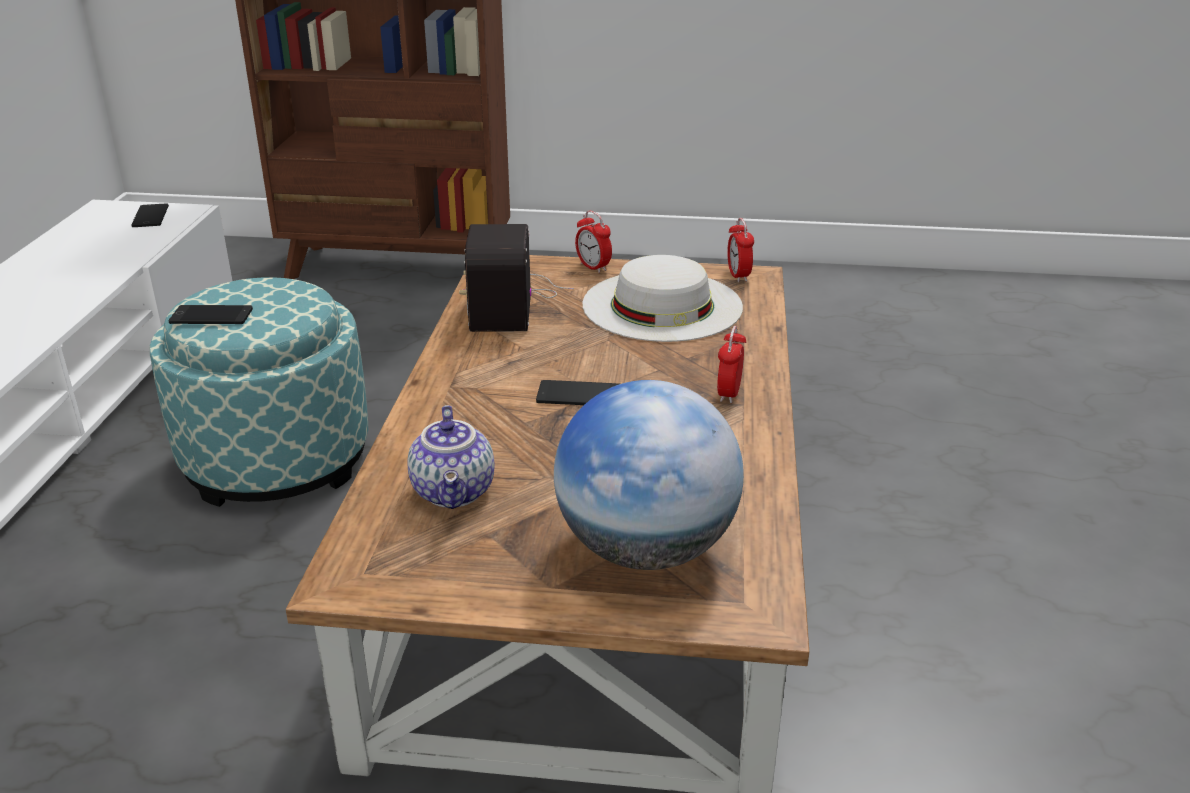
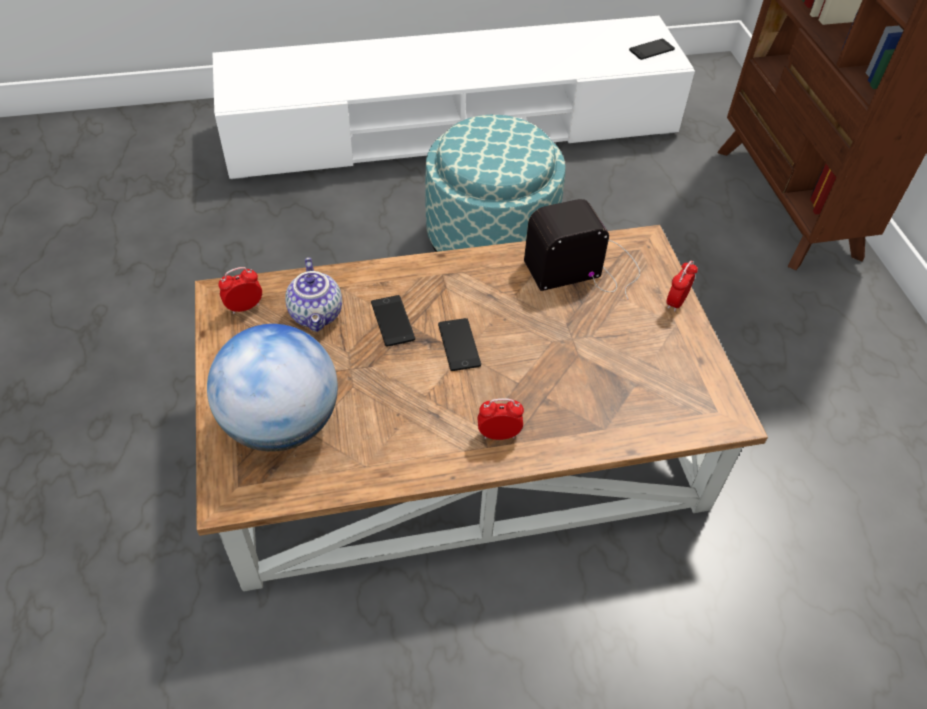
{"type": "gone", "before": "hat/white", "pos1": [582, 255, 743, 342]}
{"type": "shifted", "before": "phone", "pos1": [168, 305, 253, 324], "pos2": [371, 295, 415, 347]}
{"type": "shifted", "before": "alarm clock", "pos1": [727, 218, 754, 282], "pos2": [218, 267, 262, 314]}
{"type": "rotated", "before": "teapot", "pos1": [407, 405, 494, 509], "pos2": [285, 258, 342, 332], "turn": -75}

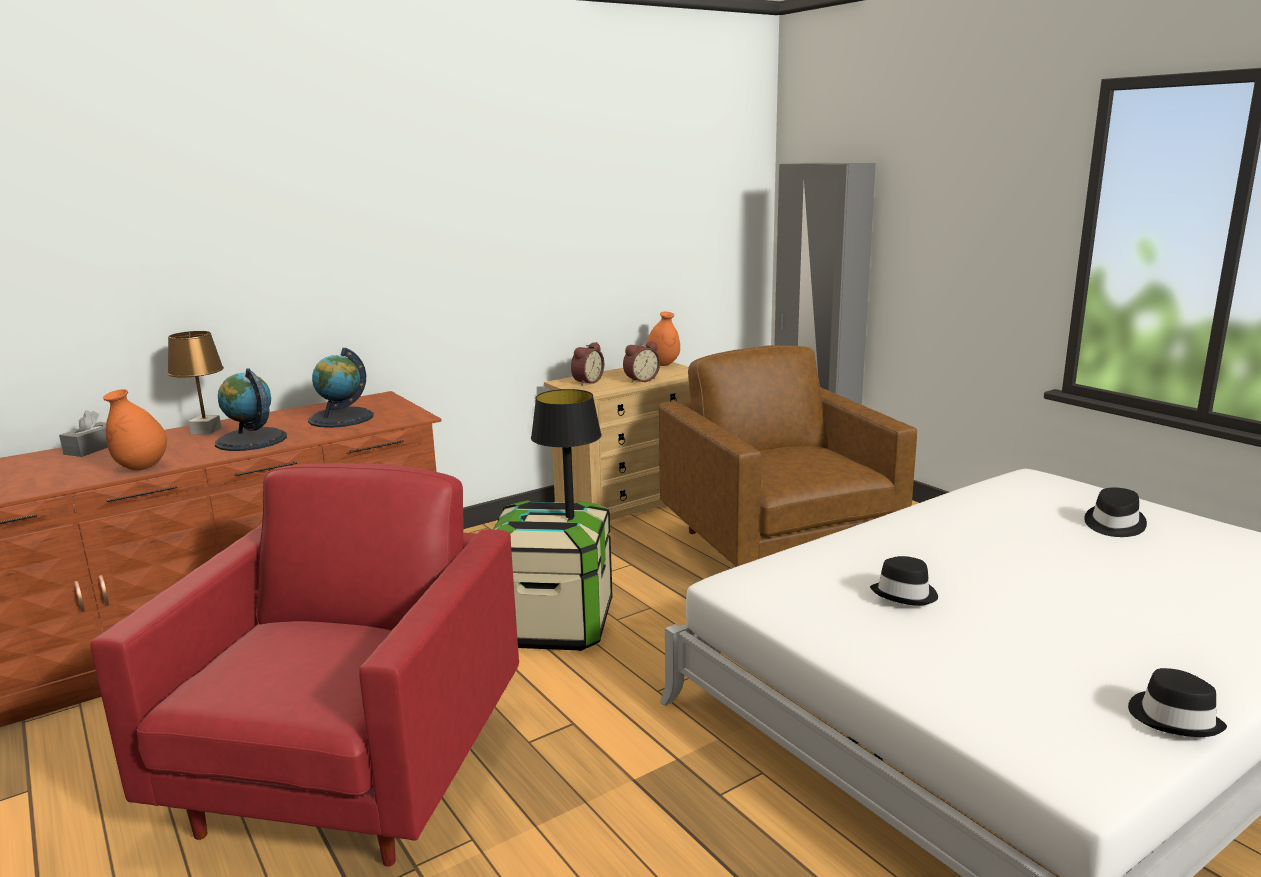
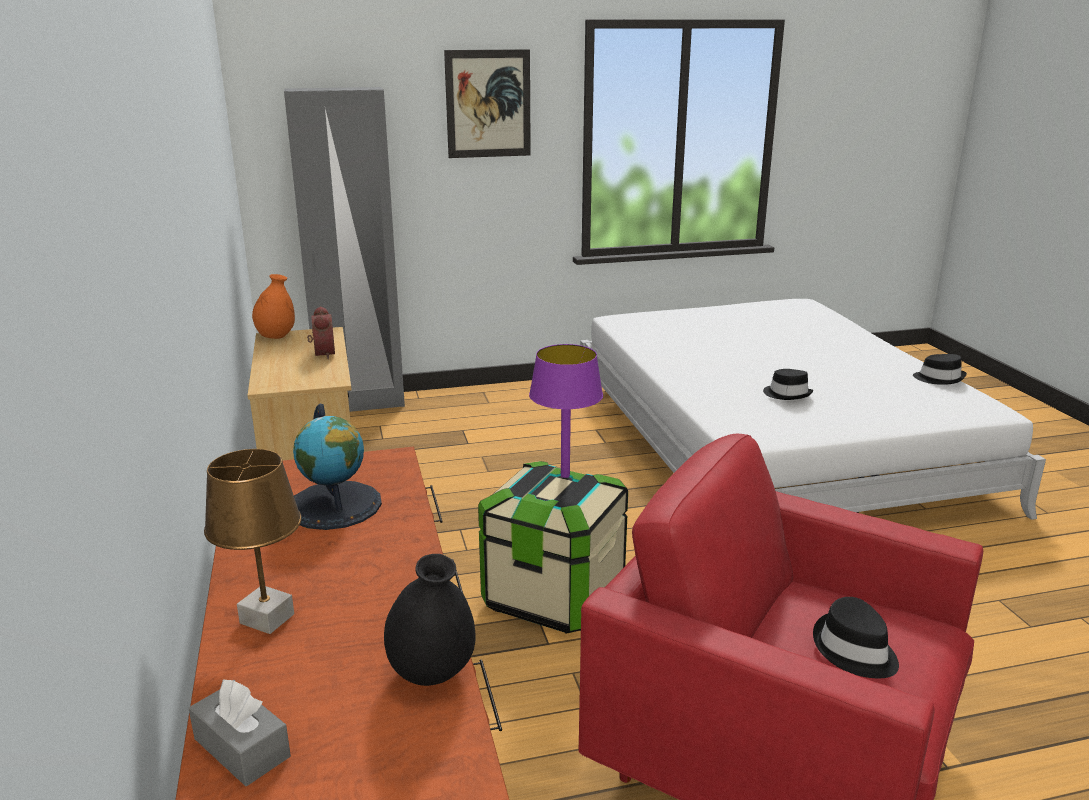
{"type": "gone", "before": "globe", "pos1": [215, 368, 287, 451]}
{"type": "gone", "before": "alarm clock", "pos1": [571, 342, 604, 386]}
{"type": "gone", "before": "armchair/brown", "pos1": [659, 345, 917, 567]}
{"type": "new", "after": "picture", "pos2": [444, 49, 531, 158]}
{"type": "shifted", "before": "hat/black", "pos1": [1084, 488, 1147, 537], "pos2": [813, 597, 899, 678]}
{"type": "repainted", "before": "vase/orange", "after": "vase/black", "pos1": [103, 389, 167, 471], "pos2": [384, 554, 476, 686]}
{"type": "repainted", "before": "table lamp/black", "after": "table lamp/purple", "pos1": [531, 389, 602, 518], "pos2": [529, 344, 603, 478]}

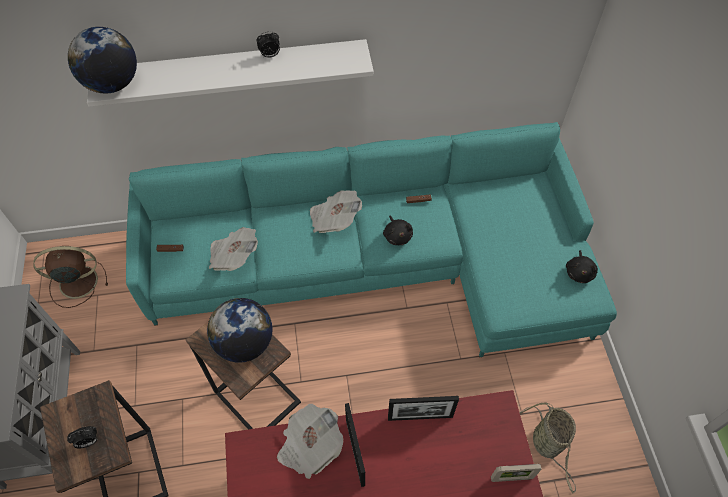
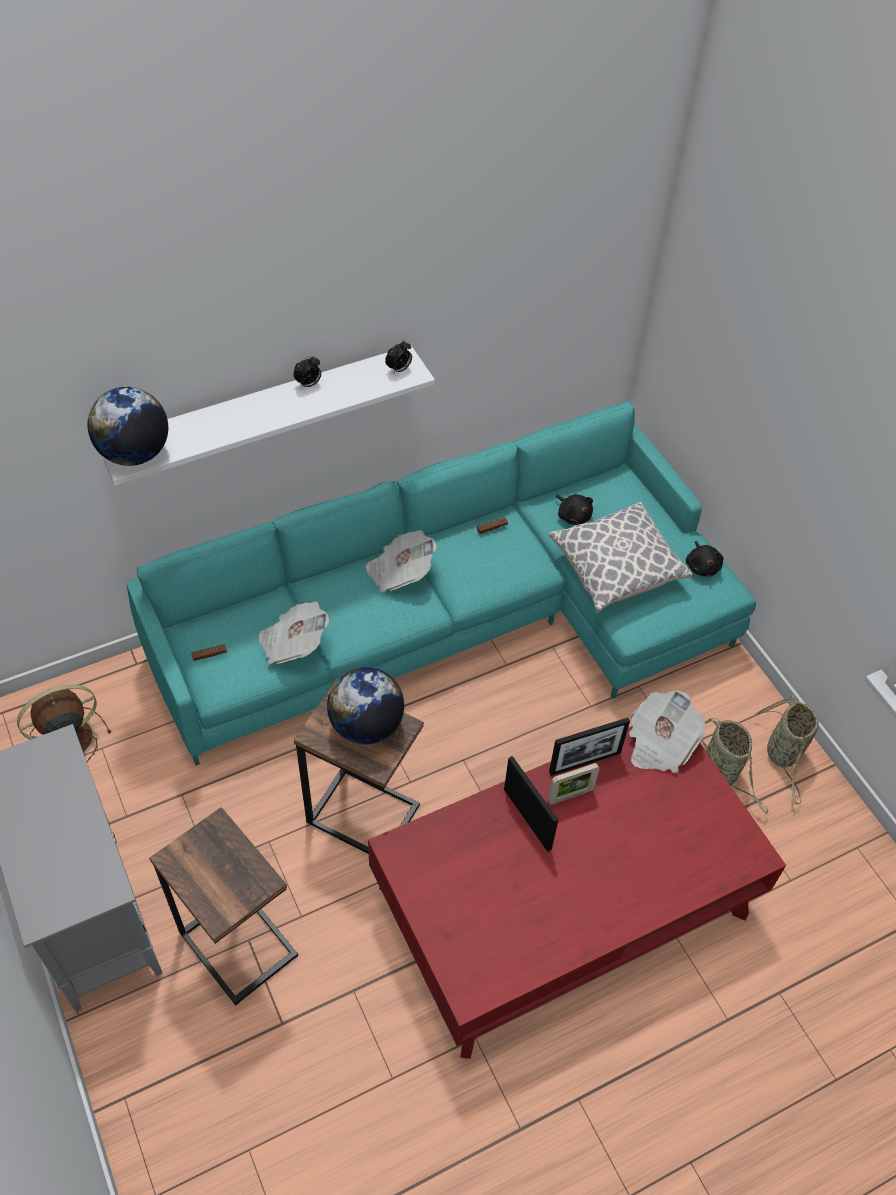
{"type": "new", "after": "pillow", "pos2": [549, 502, 693, 613]}
{"type": "new", "after": "basket", "pos2": [754, 695, 819, 805]}
{"type": "shifted", "before": "alarm clock", "pos1": [67, 426, 98, 448], "pos2": [385, 341, 412, 374]}
{"type": "shifted", "before": "newspaper", "pos1": [277, 404, 343, 479], "pos2": [629, 690, 706, 773]}
{"type": "shifted", "before": "plush toy/black", "pos1": [383, 215, 413, 245], "pos2": [556, 494, 593, 525]}
{"type": "shifted", "before": "picture frame", "pos1": [491, 464, 542, 482], "pos2": [548, 763, 600, 804]}

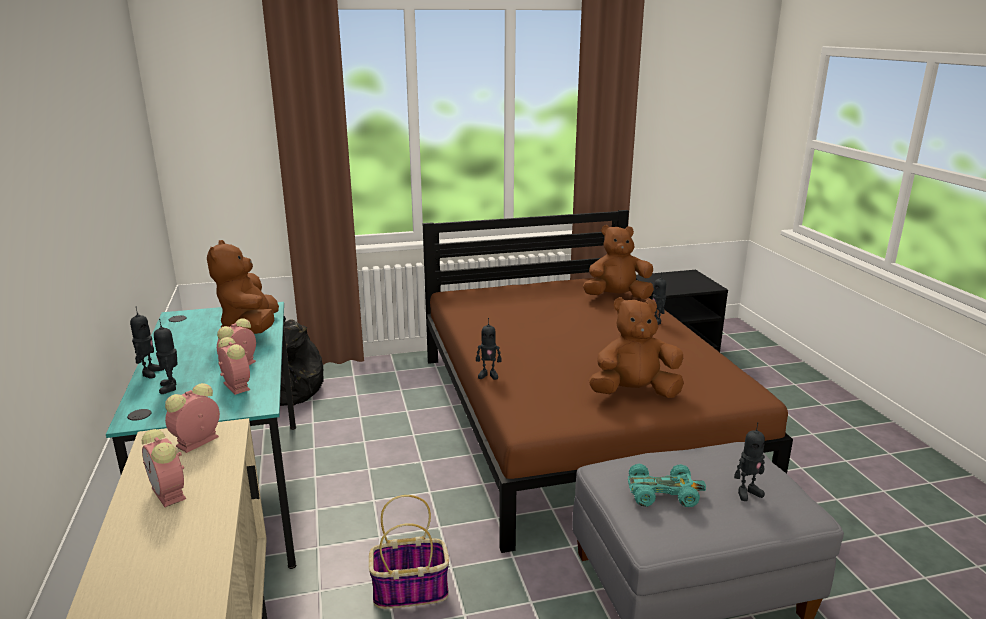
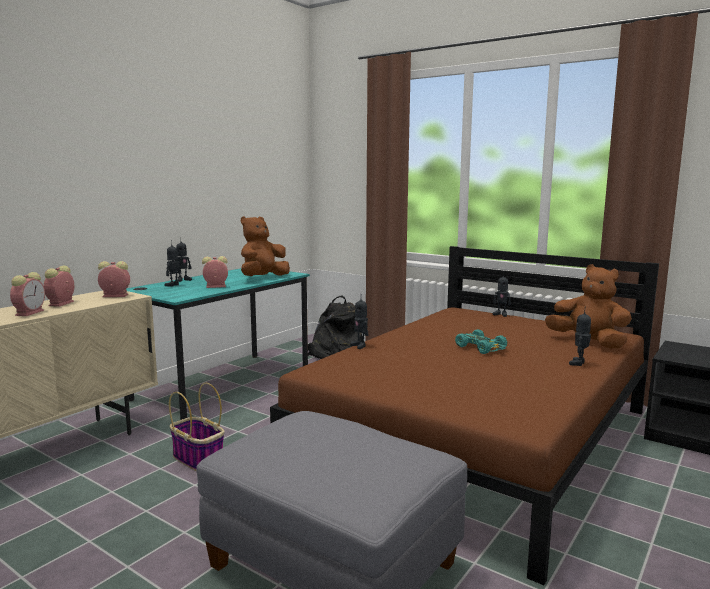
{"type": "gone", "before": "plush toy/brown", "pos1": [589, 297, 684, 398]}
{"type": "shifted", "before": "alarm clock", "pos1": [218, 337, 250, 395], "pos2": [10, 272, 45, 316]}
{"type": "shifted", "before": "toy car/turquoise", "pos1": [628, 464, 706, 507], "pos2": [455, 329, 507, 354]}
{"type": "shifted", "before": "toy robot", "pos1": [734, 422, 765, 501], "pos2": [493, 271, 511, 317]}

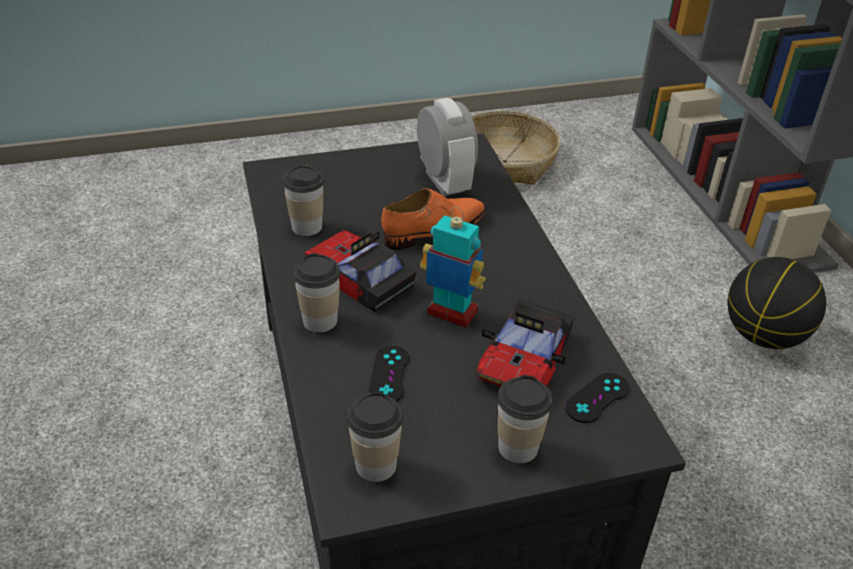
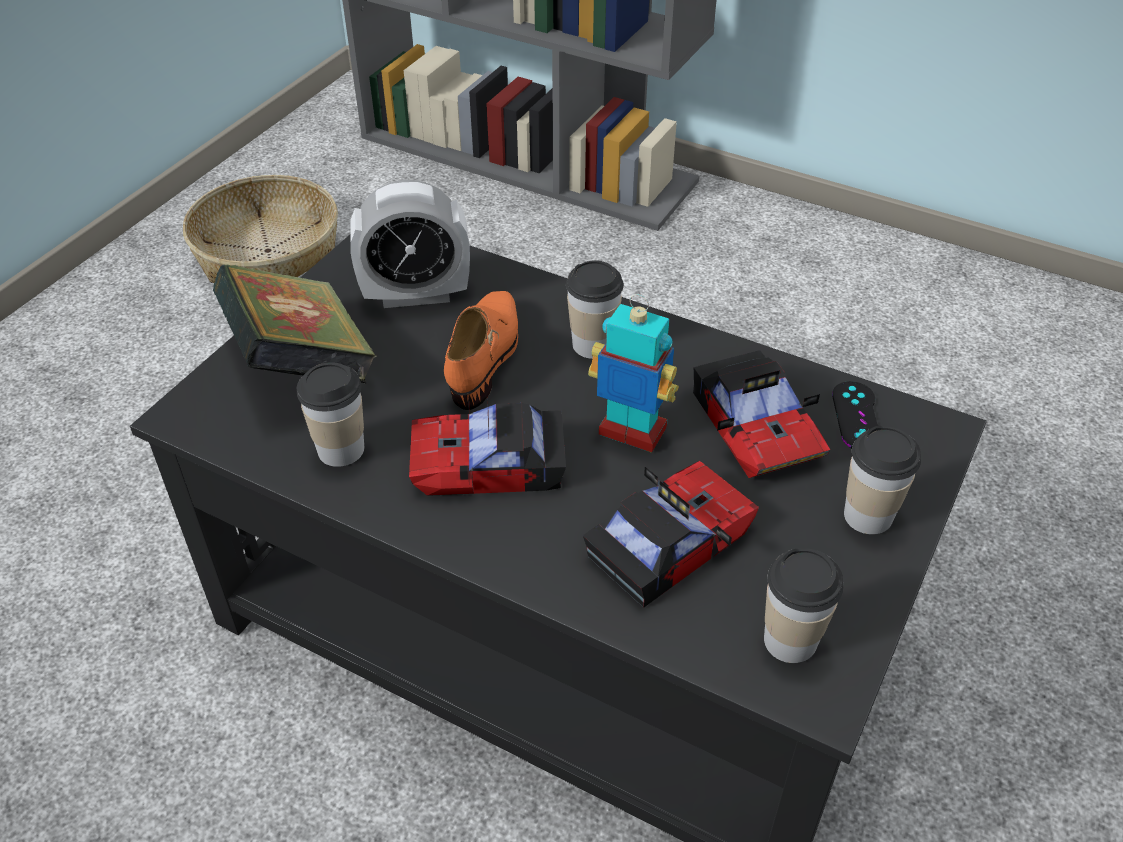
{"type": "gone", "before": "basketball", "pos1": [728, 257, 826, 349]}
{"type": "new", "after": "book", "pos2": [213, 264, 377, 383]}
{"type": "shifted", "before": "cup", "pos1": [293, 253, 340, 333], "pos2": [566, 260, 624, 359]}
{"type": "swapped", "before": "game controller/black", "after": "toy car", "pos1": [369, 346, 409, 401], "pos2": [583, 461, 759, 608]}
{"type": "rotated", "before": "alarm clock", "pos1": [417, 98, 478, 196], "pos2": [350, 180, 470, 308], "turn": 150}
{"type": "rotated", "before": "toy robot", "pos1": [420, 207, 486, 328], "pos2": [588, 295, 679, 453], "turn": 45}

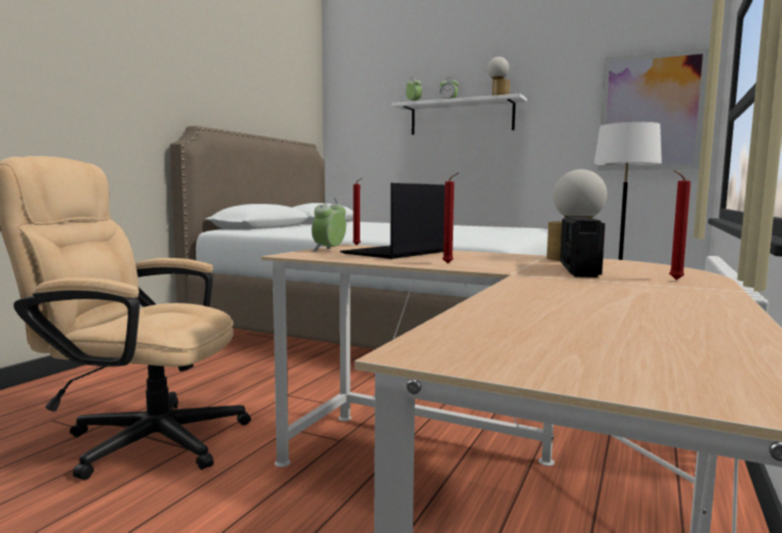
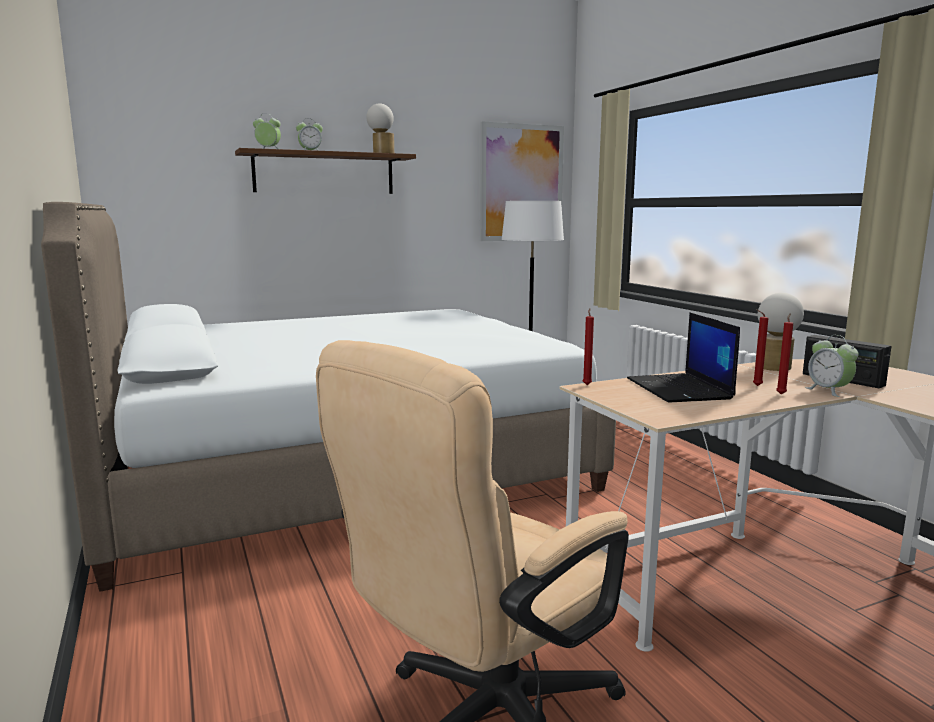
{"type": "shifted", "before": "alarm clock", "pos1": [311, 197, 346, 252], "pos2": [805, 335, 858, 397]}
{"type": "shifted", "before": "candle/red", "pos1": [669, 170, 691, 280], "pos2": [753, 309, 769, 386]}
{"type": "repainted", "before": "shelf/white", "after": "shelf/brown", "pos1": [392, 94, 527, 135], "pos2": [235, 148, 416, 194]}

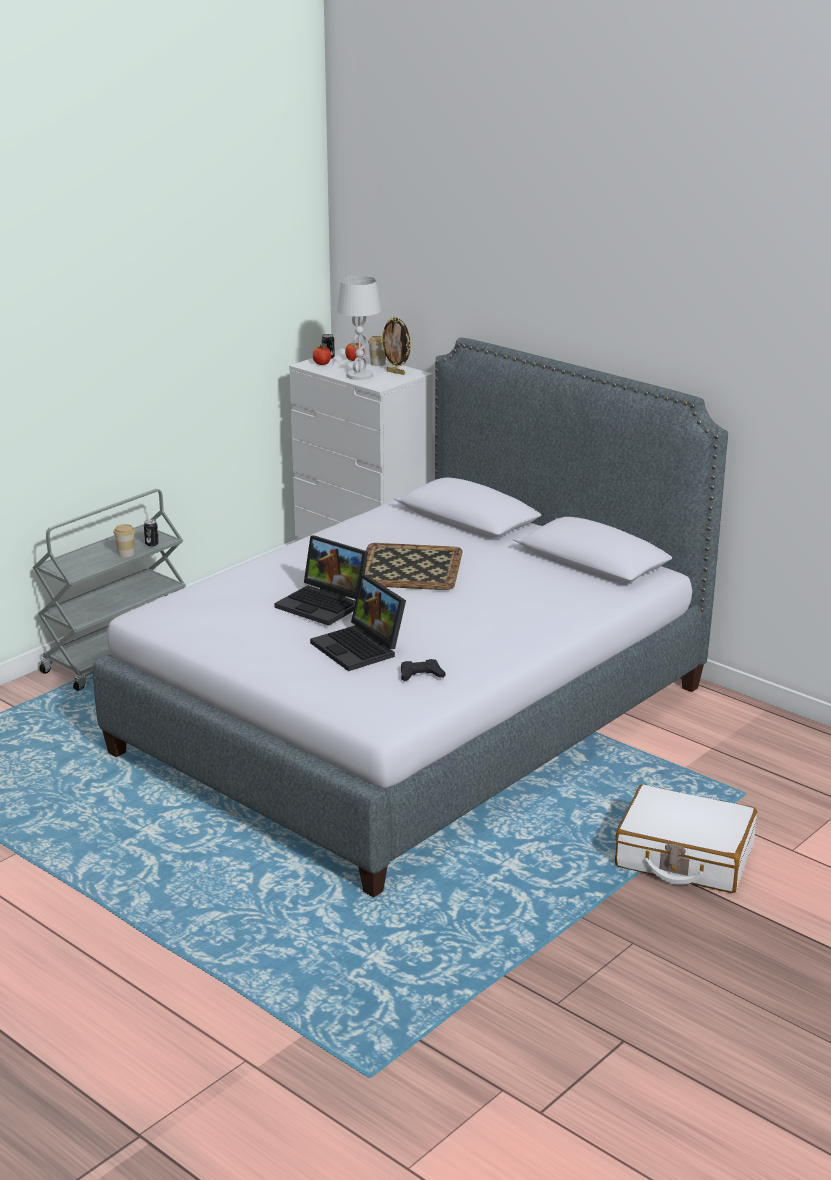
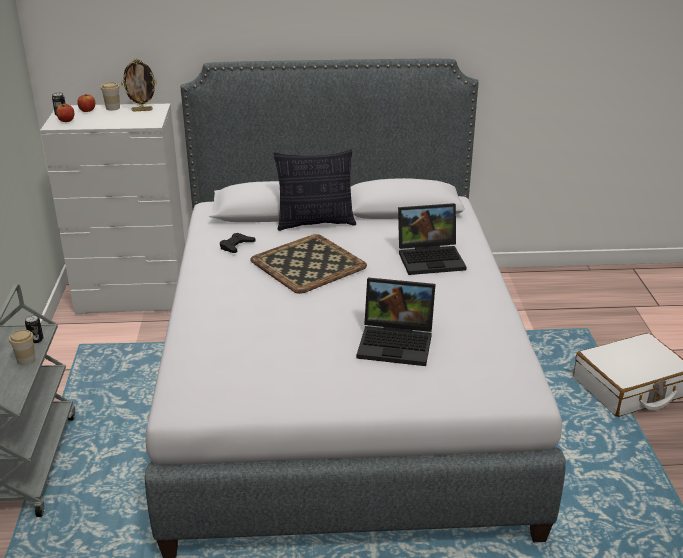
{"type": "gone", "before": "table lamp/white", "pos1": [337, 276, 381, 380]}
{"type": "new", "after": "pillow", "pos2": [274, 149, 356, 231]}
{"type": "shifted", "before": "laptop", "pos1": [274, 535, 368, 626], "pos2": [398, 203, 467, 275]}
{"type": "shifted", "before": "game controller/black", "pos1": [401, 659, 445, 681], "pos2": [220, 233, 255, 253]}

